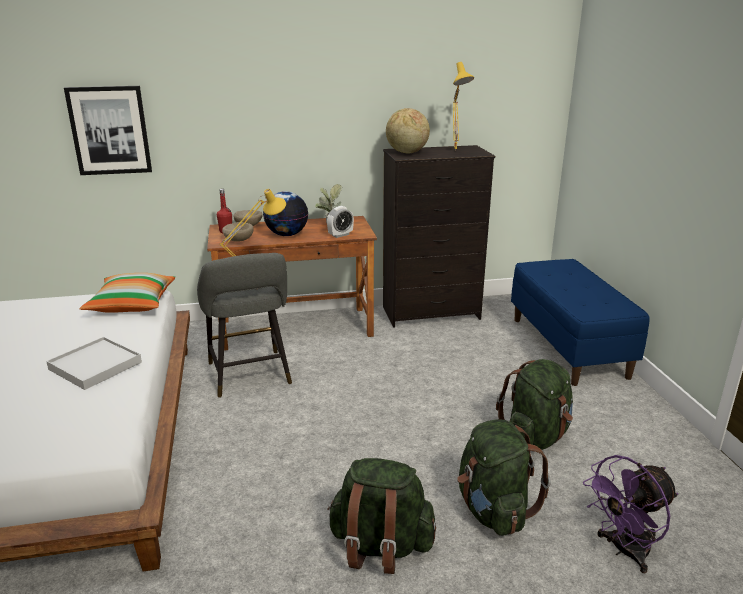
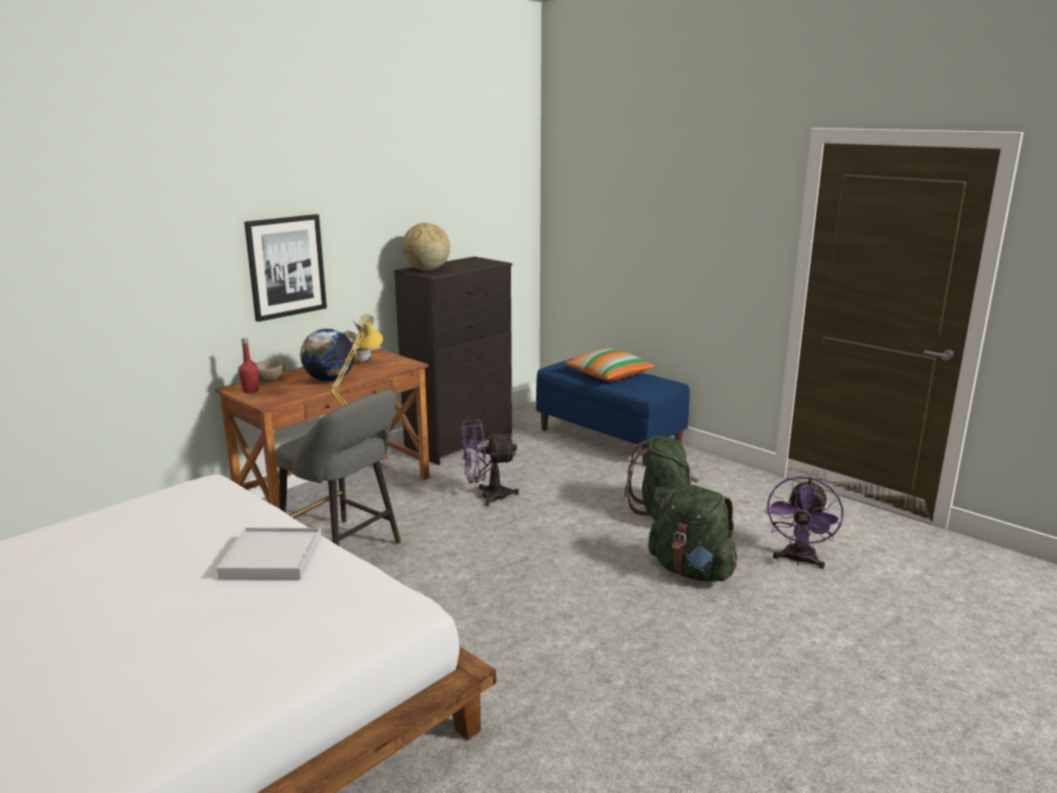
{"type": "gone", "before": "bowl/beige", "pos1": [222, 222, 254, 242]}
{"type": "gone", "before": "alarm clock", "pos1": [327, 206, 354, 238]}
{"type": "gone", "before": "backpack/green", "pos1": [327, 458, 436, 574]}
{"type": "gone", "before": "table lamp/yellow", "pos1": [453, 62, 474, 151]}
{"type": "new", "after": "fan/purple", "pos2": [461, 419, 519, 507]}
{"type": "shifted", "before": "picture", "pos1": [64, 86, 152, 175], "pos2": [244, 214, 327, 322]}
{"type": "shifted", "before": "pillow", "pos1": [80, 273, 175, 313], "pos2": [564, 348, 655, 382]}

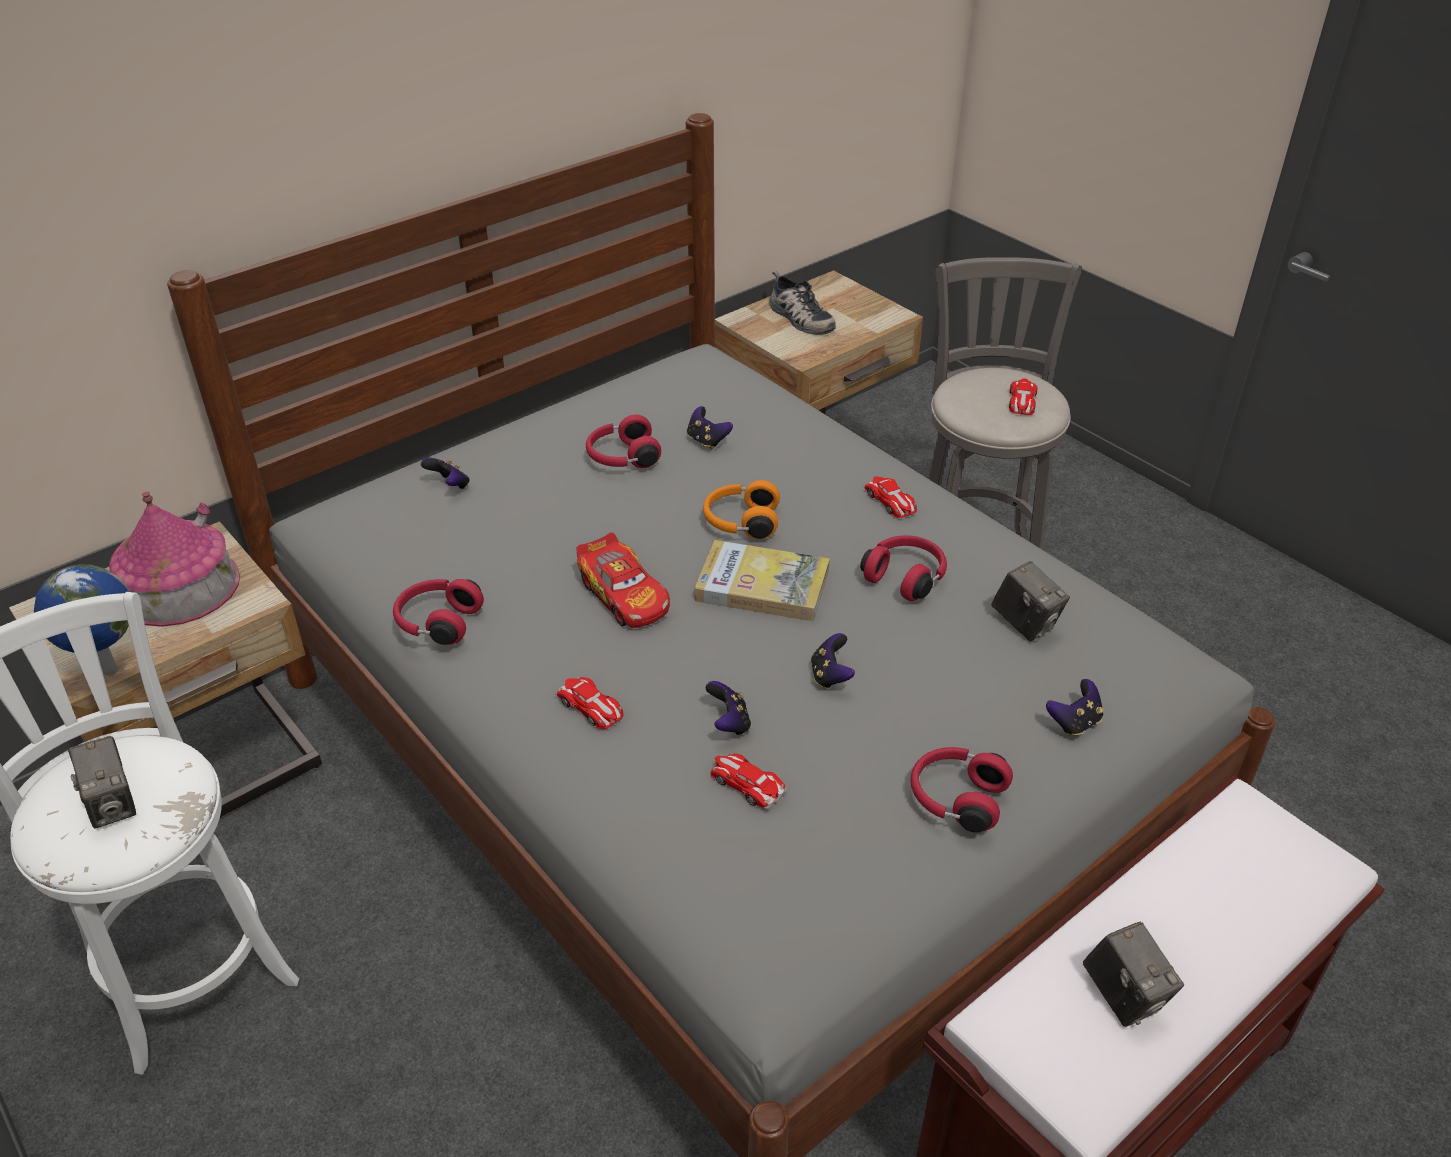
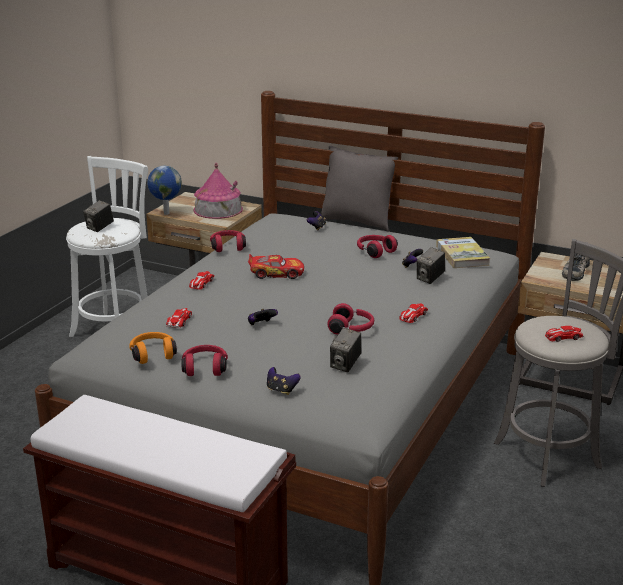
{"type": "gone", "before": "game controller", "pos1": [705, 681, 751, 735]}
{"type": "new", "after": "pillow/grey", "pos2": [321, 146, 398, 231]}
{"type": "shifted", "before": "book", "pos1": [694, 540, 830, 621], "pos2": [436, 237, 490, 268]}
{"type": "shifted", "before": "headphones/orange", "pos1": [703, 480, 780, 539], "pos2": [129, 332, 177, 364]}
{"type": "shifted", "before": "photo camera", "pos1": [1083, 922, 1184, 1027], "pos2": [417, 247, 445, 284]}
{"type": "rotated", "before": "toy car", "pos1": [576, 533, 670, 628], "pos2": [248, 254, 304, 279], "turn": -120}

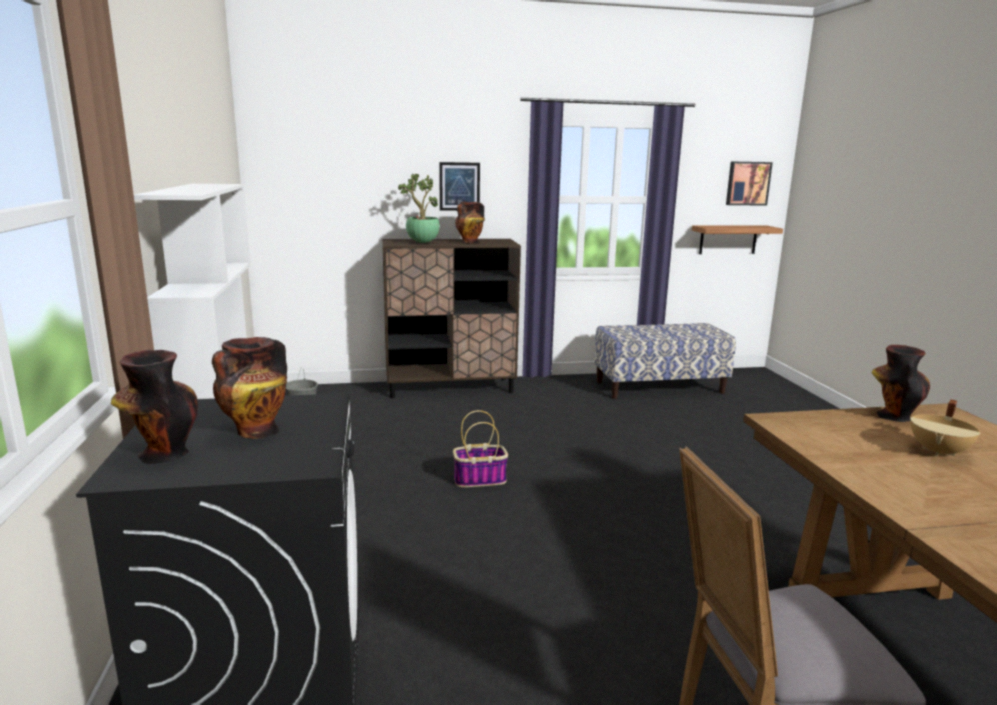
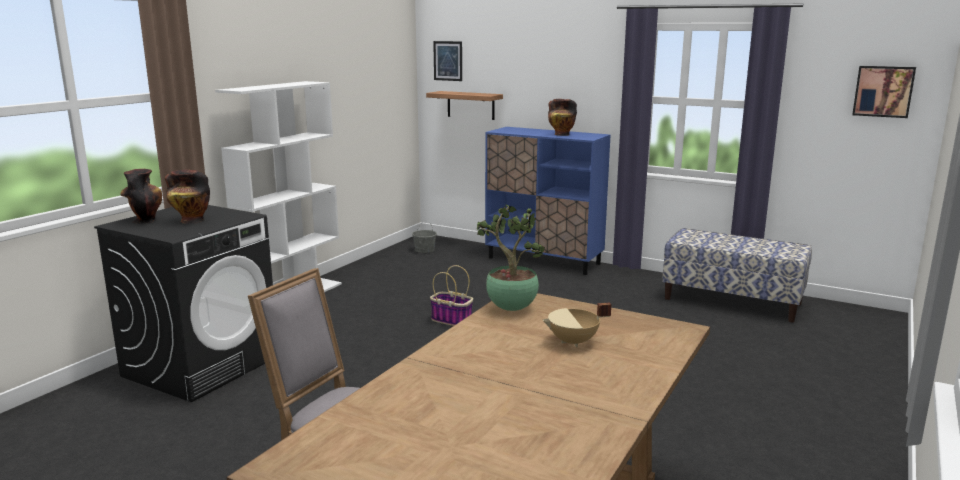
{"type": "gone", "before": "vase", "pos1": [872, 345, 930, 422]}
{"type": "shifted", "before": "potted plant", "pos1": [398, 173, 440, 243], "pos2": [477, 205, 545, 311]}
{"type": "shifted", "before": "picture", "pos1": [439, 162, 480, 211], "pos2": [433, 41, 462, 81]}
{"type": "shifted", "before": "shelf", "pos1": [692, 225, 783, 254], "pos2": [426, 91, 503, 120]}
{"type": "repainted", "before": "cabinet/brown", "after": "cabinet/blue", "pos1": [382, 239, 521, 398], "pos2": [485, 127, 611, 275]}

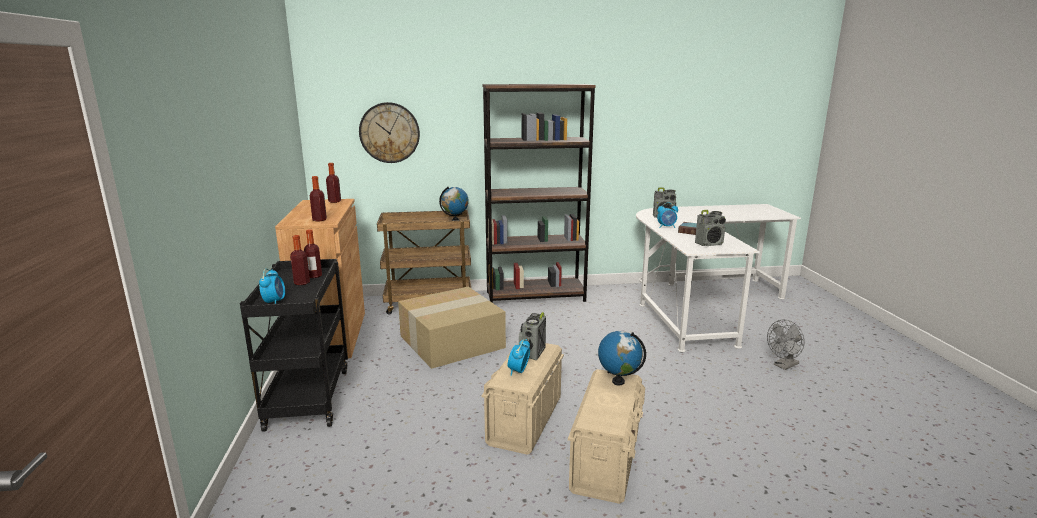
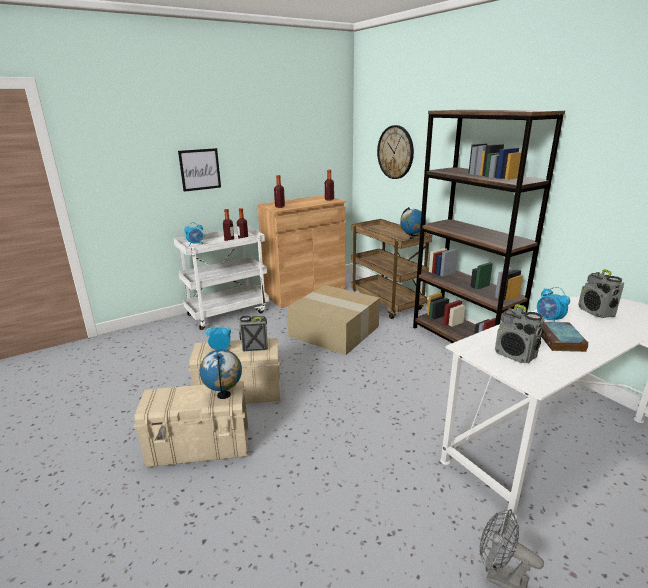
{"type": "new", "after": "picture", "pos2": [178, 148, 221, 192]}
{"type": "repainted", "before": "cart/black", "after": "cart/white", "pos1": [240, 259, 348, 432], "pos2": [173, 226, 269, 330]}

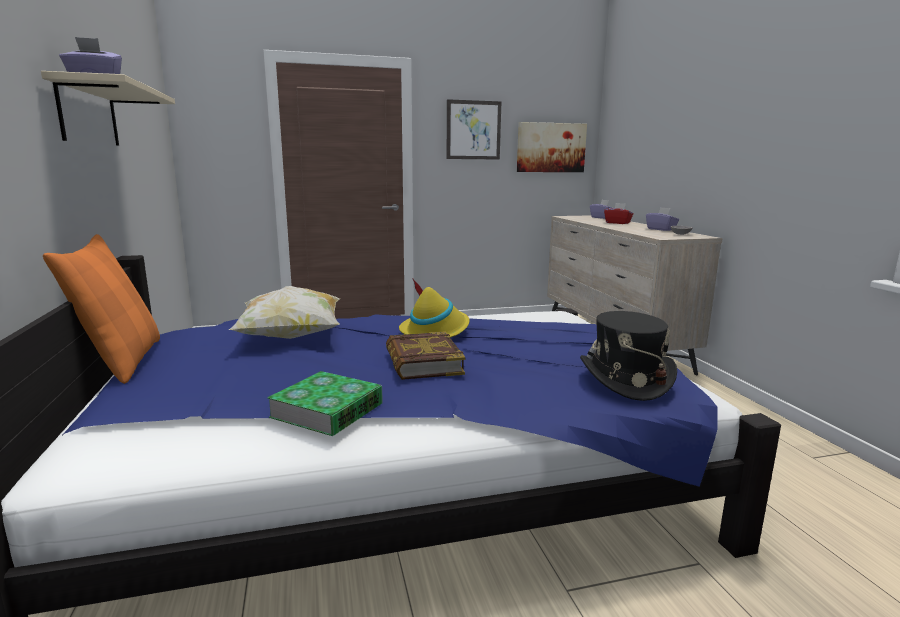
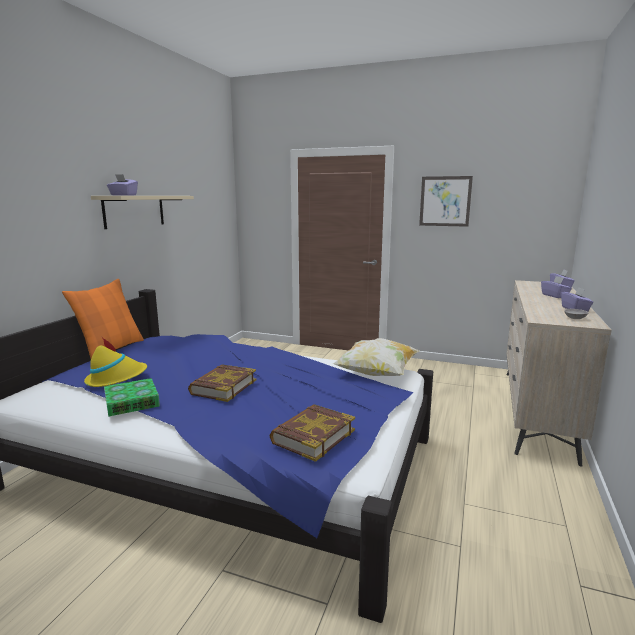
{"type": "gone", "before": "picture", "pos1": [517, 122, 587, 172]}
{"type": "shifted", "before": "pillow", "pos1": [229, 286, 340, 339], "pos2": [333, 338, 419, 376]}
{"type": "shifted", "before": "hat/yellow", "pos1": [399, 278, 470, 337], "pos2": [84, 337, 147, 387]}
{"type": "swapped", "before": "hat/black", "after": "book", "pos1": [580, 311, 677, 401], "pos2": [270, 404, 355, 462]}
{"type": "repainted", "before": "tissue box/red", "after": "tissue box/purple", "pos1": [604, 203, 633, 224], "pos2": [541, 276, 572, 298]}

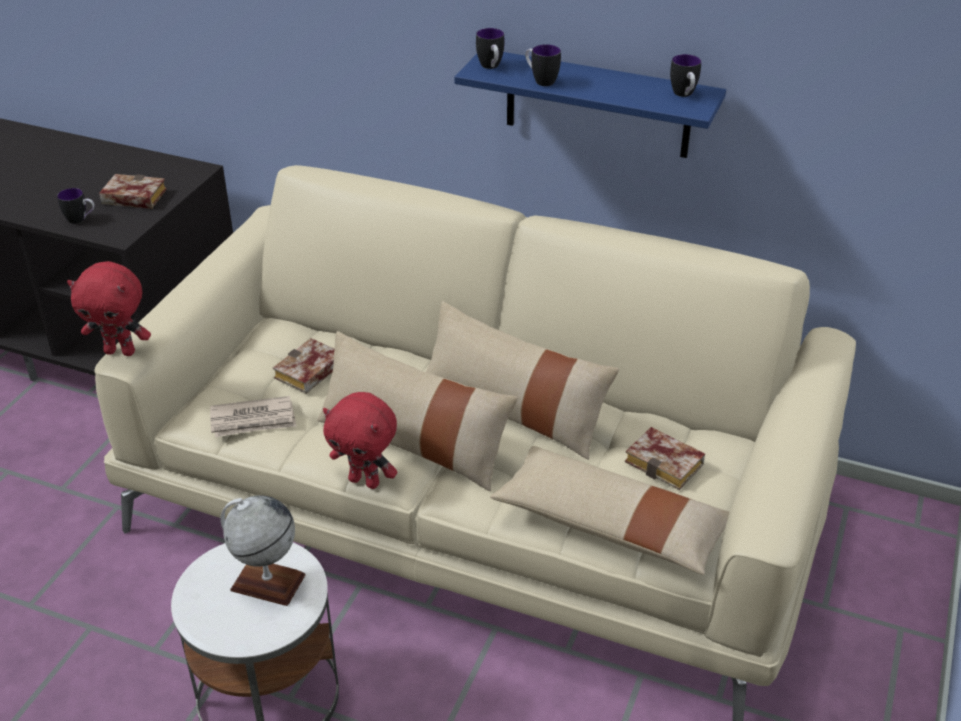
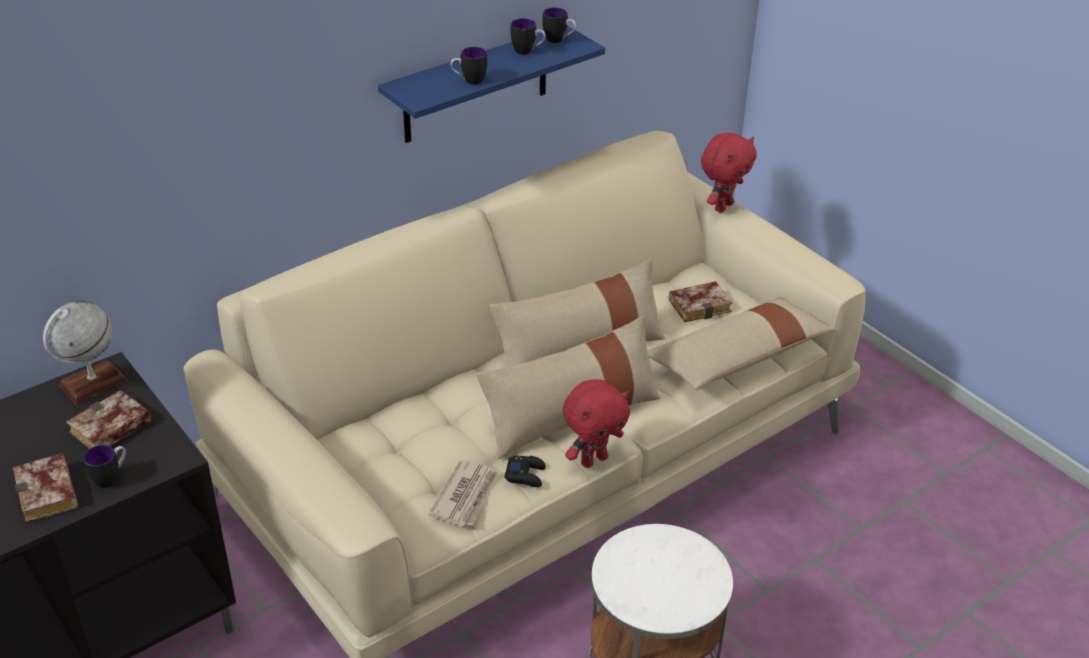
{"type": "new", "after": "game controller/black", "pos2": [505, 456, 546, 487]}
{"type": "shifted", "before": "plush toy/red", "pos1": [67, 261, 151, 356], "pos2": [701, 133, 756, 213]}
{"type": "shifted", "before": "globe", "pos1": [220, 495, 306, 606], "pos2": [43, 300, 127, 405]}
{"type": "shifted", "before": "book", "pos1": [273, 338, 334, 394], "pos2": [13, 453, 78, 523]}
{"type": "shifted", "before": "mug", "pos1": [476, 28, 504, 69], "pos2": [511, 18, 546, 55]}

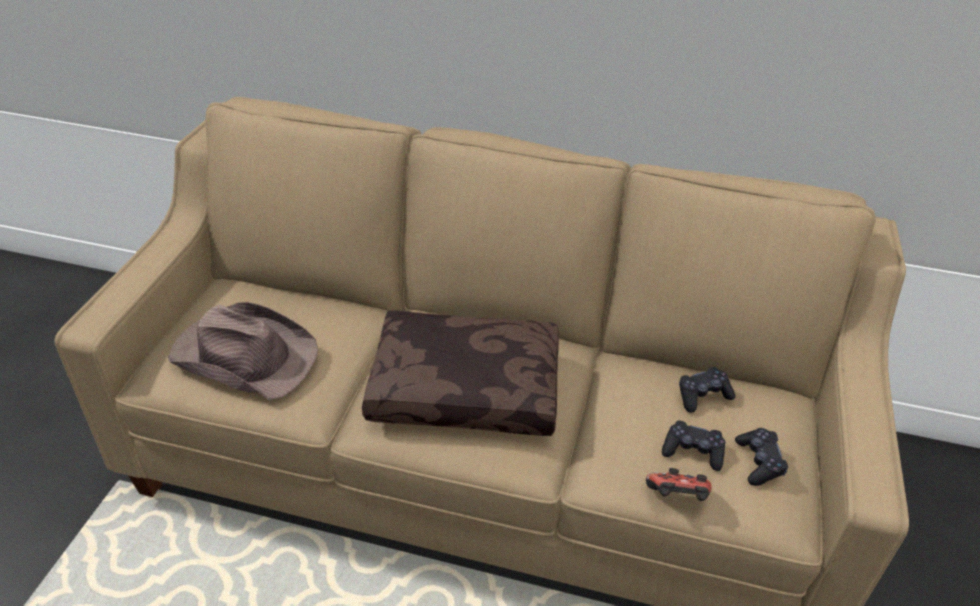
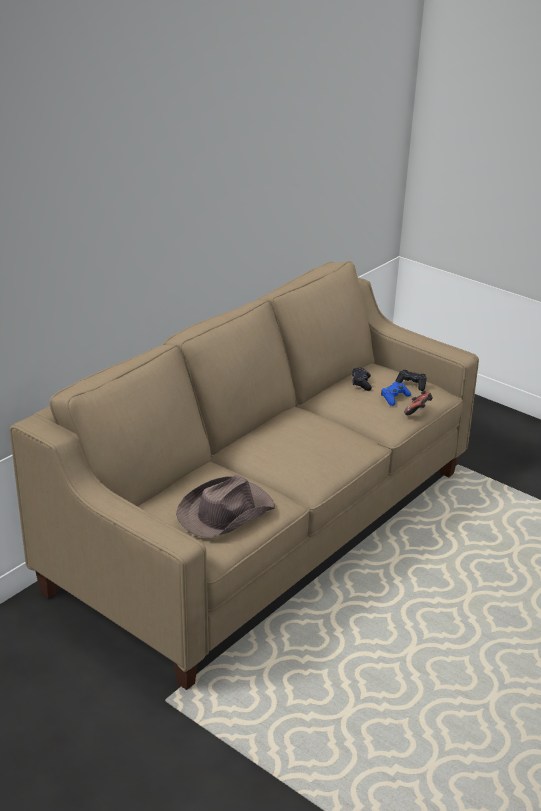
{"type": "gone", "before": "pillow/brown", "pos1": [362, 311, 559, 436]}
{"type": "repainted", "before": "game controller/black", "after": "game controller/blue", "pos1": [662, 420, 726, 471], "pos2": [381, 382, 411, 406]}

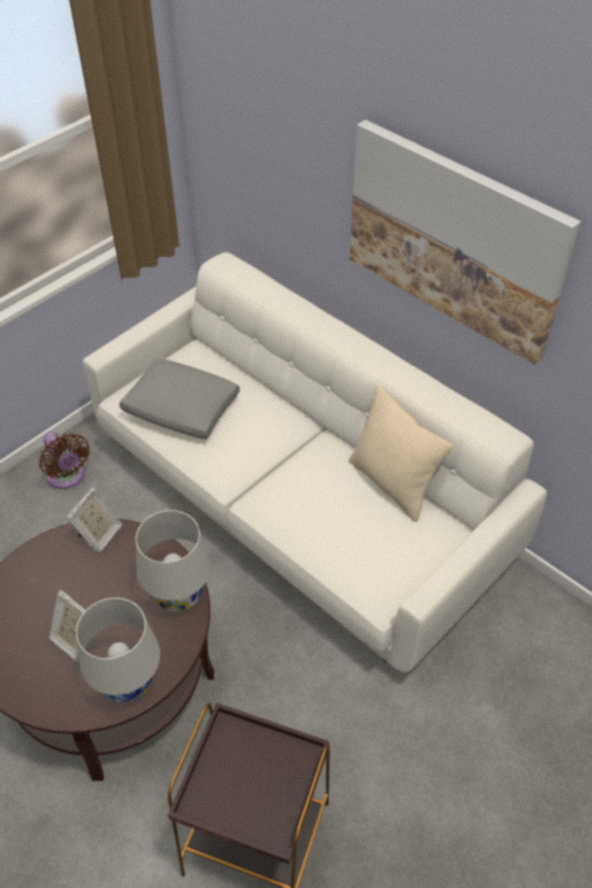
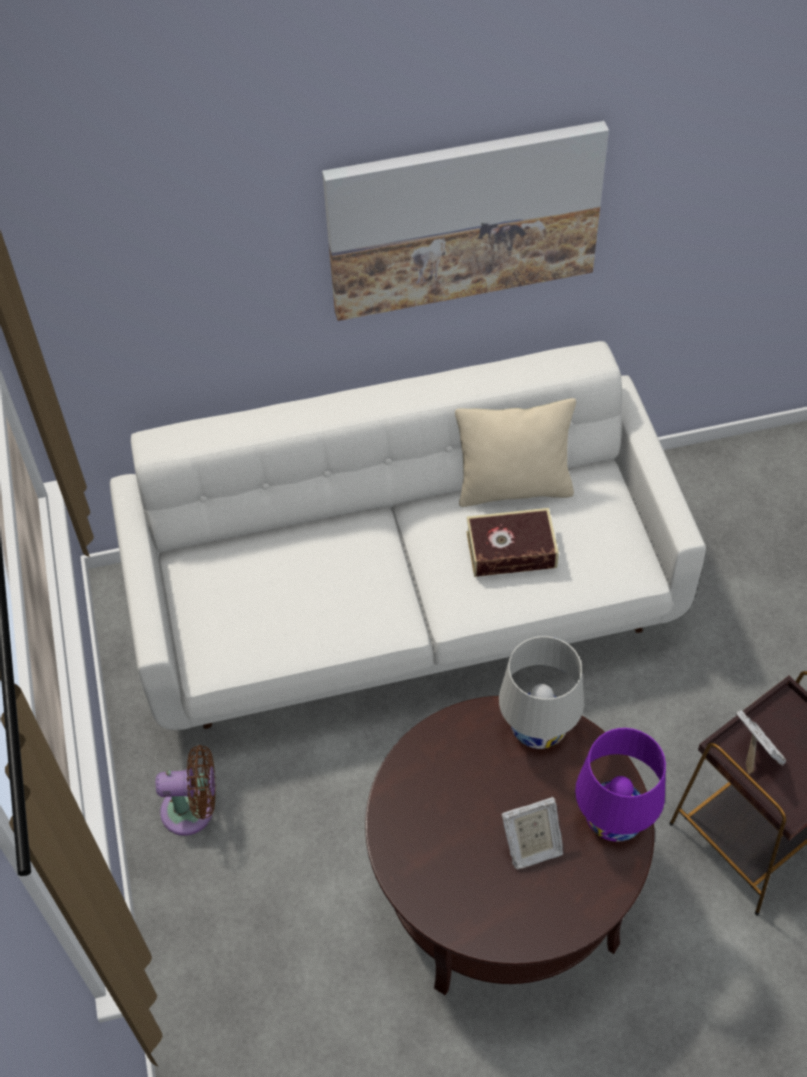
{"type": "gone", "before": "pillow/grey", "pos1": [119, 358, 240, 440]}
{"type": "new", "after": "book", "pos2": [466, 508, 559, 577]}
{"type": "shifted", "before": "picture frame", "pos1": [66, 487, 123, 553], "pos2": [736, 710, 786, 774]}
{"type": "repainted", "before": "table lamp/white", "after": "table lamp/purple", "pos1": [76, 598, 160, 702], "pos2": [575, 728, 666, 842]}

